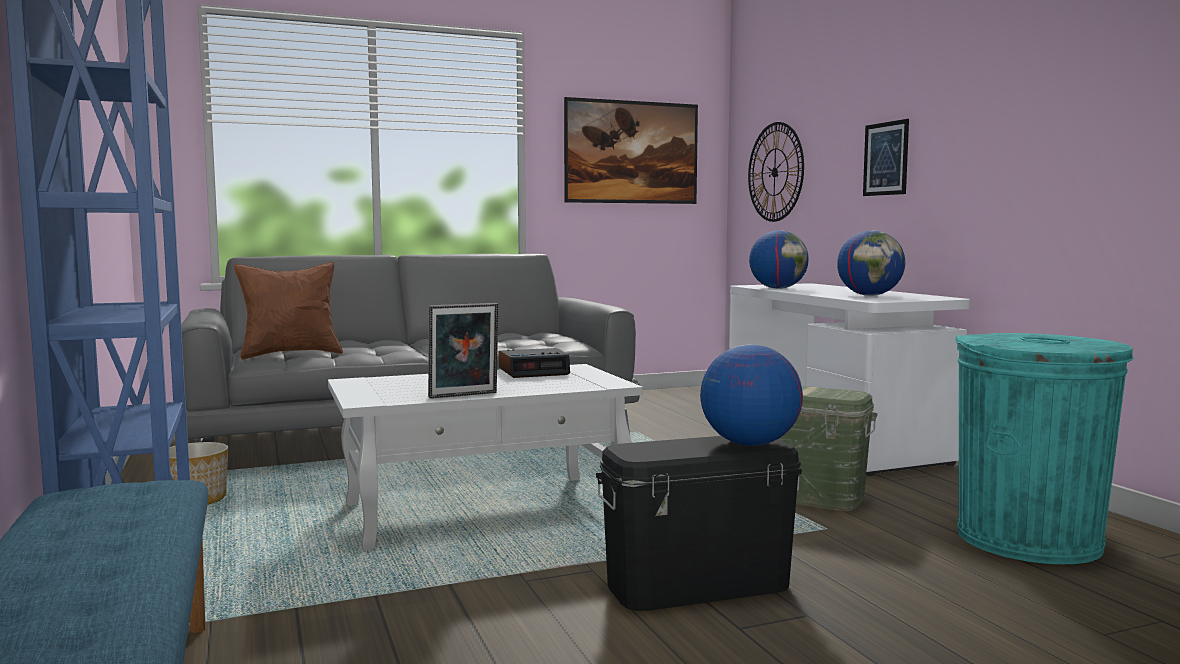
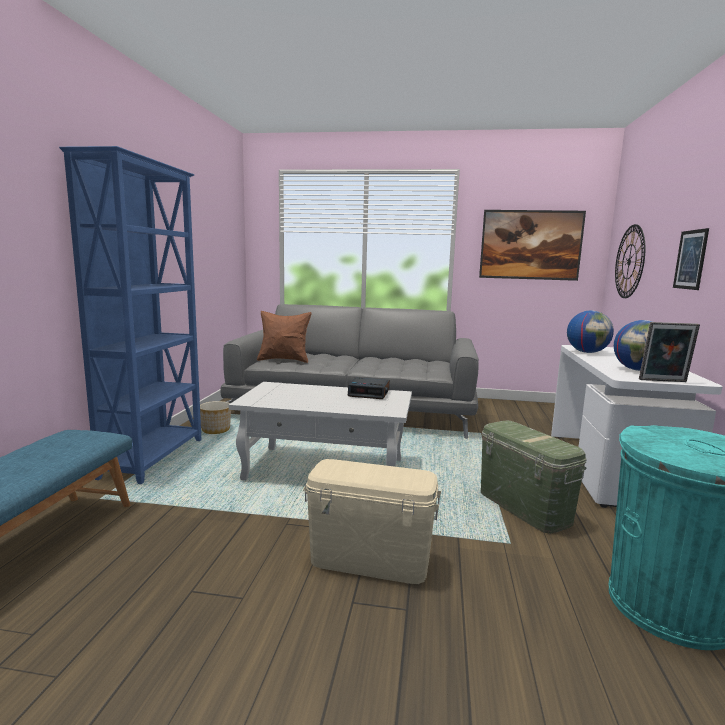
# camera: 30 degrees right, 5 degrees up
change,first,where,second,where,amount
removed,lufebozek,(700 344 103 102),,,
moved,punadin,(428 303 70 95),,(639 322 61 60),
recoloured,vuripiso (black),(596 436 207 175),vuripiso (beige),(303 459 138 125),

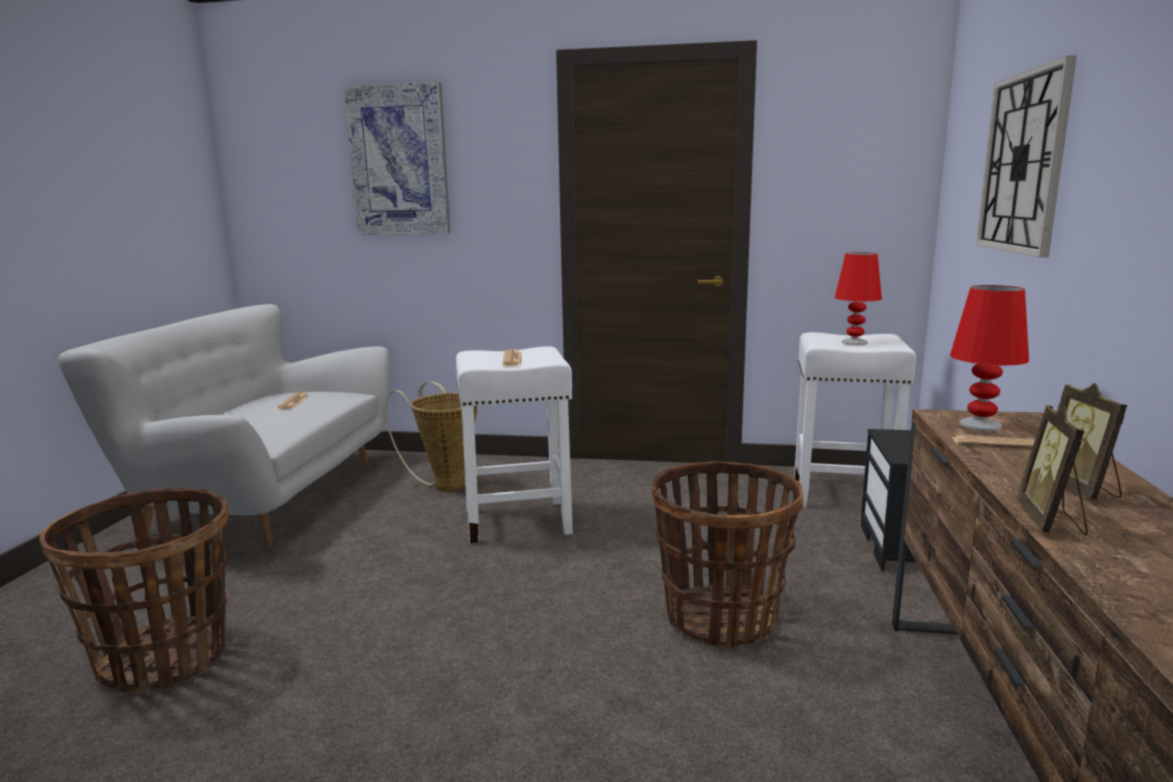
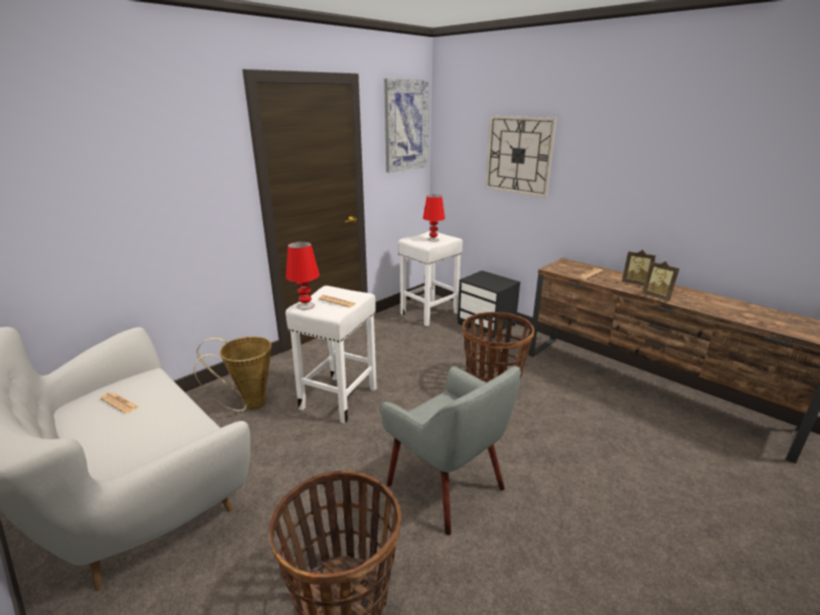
# camera: 55 degrees left, 10 degrees up
change,first,where,second,where,amount
added,,,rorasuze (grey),(381 366 140 169),
moved,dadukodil,(344 82 106 153),,(384 79 45 94),
moved,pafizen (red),(950 285 79 146),,(286 241 33 69),

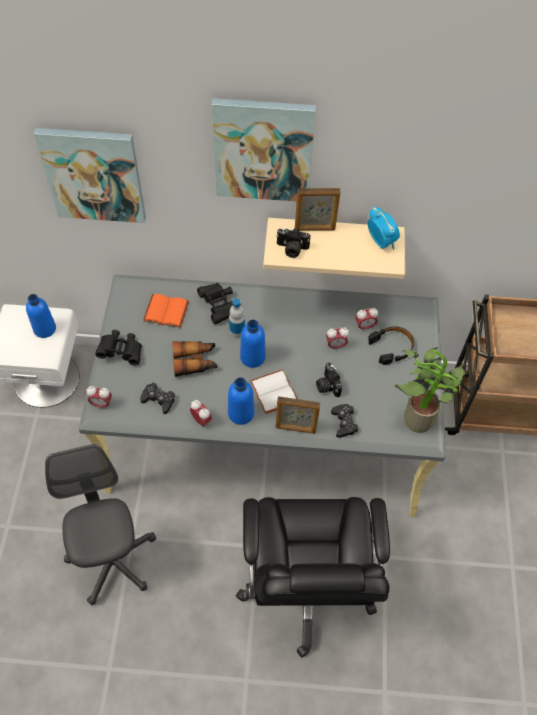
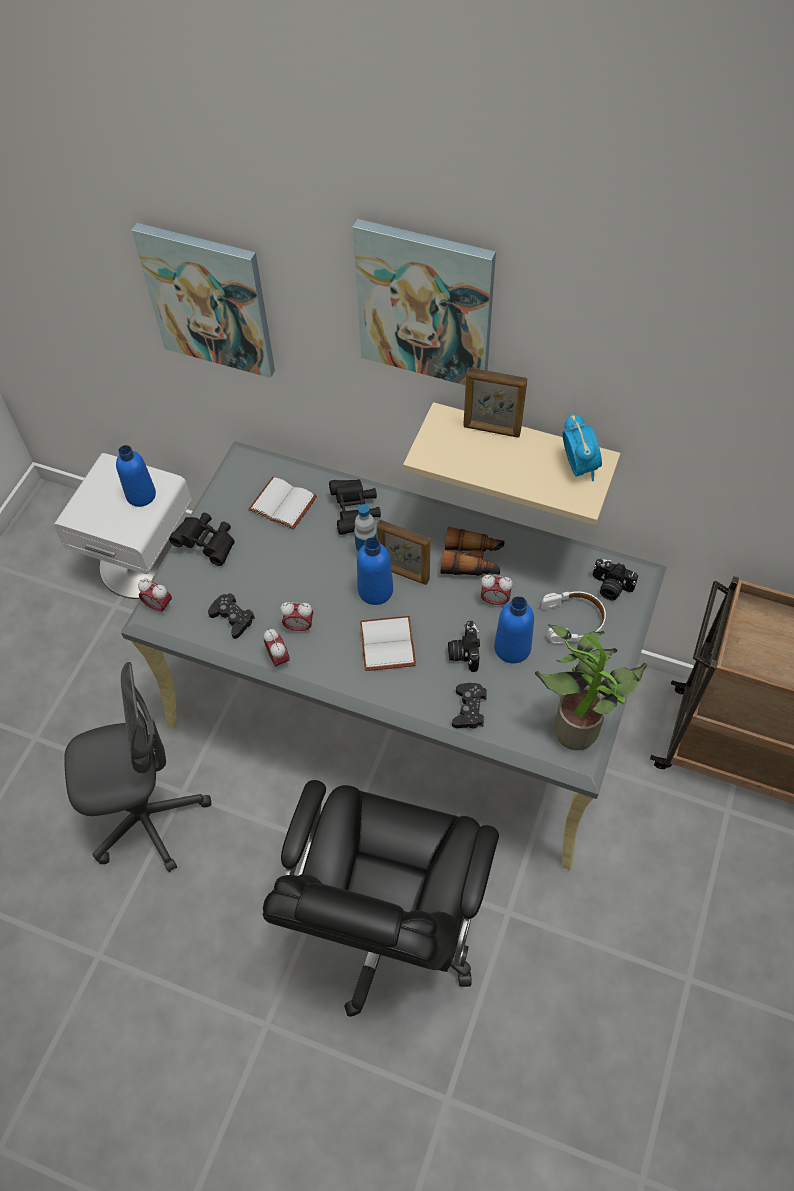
# camera: 20 degrees right, 0 degrees up
change,first,where,second,where,amount
moved,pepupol,(172 341 45 36),,(441 526 64 50),
moved,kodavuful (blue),(228 377 26 48),,(494 596 40 67),
moved,punadin,(275 396 46 38),,(377 519 54 66),
moved,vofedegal,(276 228 34 30),,(593 559 45 41),
moved,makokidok,(355 308 23 23),,(280 602 33 30),
recoloured,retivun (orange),(143 294 46 34),retivun (white),(248 477 69 52),
recoloured,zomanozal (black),(368 326 46 39),zomanozal (white),(541 591 65 53),
turned,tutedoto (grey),(45 444 111 162),,(64 662 147 210),75 degrees clockwise

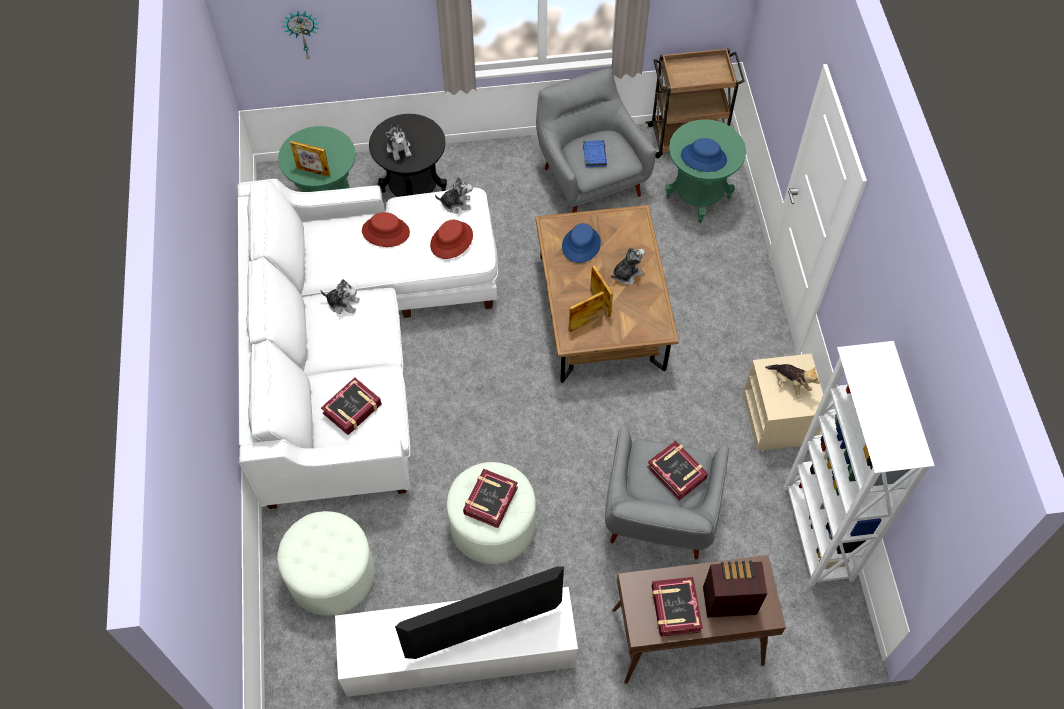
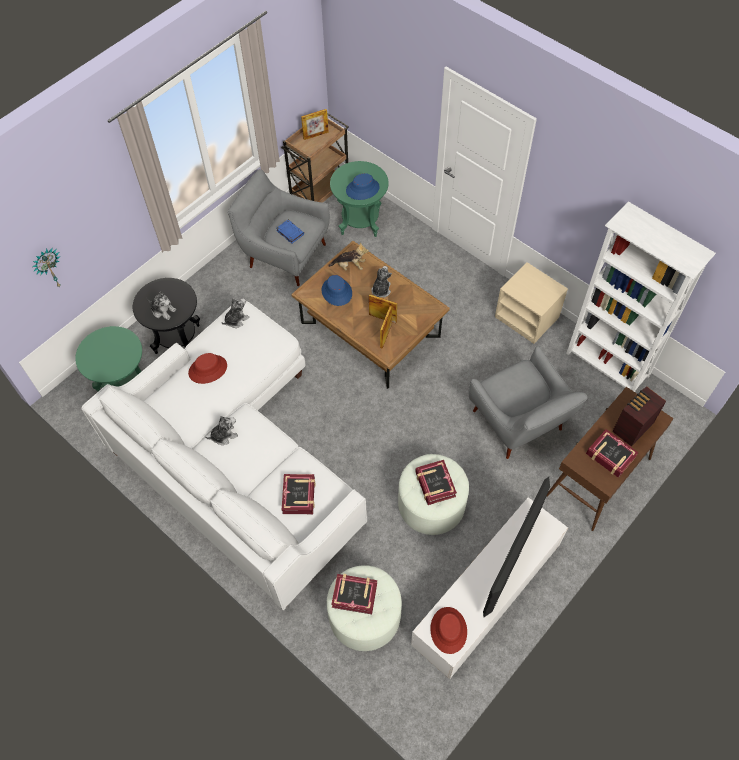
# camera: 40 degrees left, 0 degrees up
change,first,where,second,where,amount
moved,punadin,(290 141 40 36),,(301 109 28 31),
moved,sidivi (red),(430 220 43 39),,(430 607 37 47),
moved,retivun,(647 440 61 61),,(331 574 46 40),
moved,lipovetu,(765 364 55 34),,(328 242 41 28),

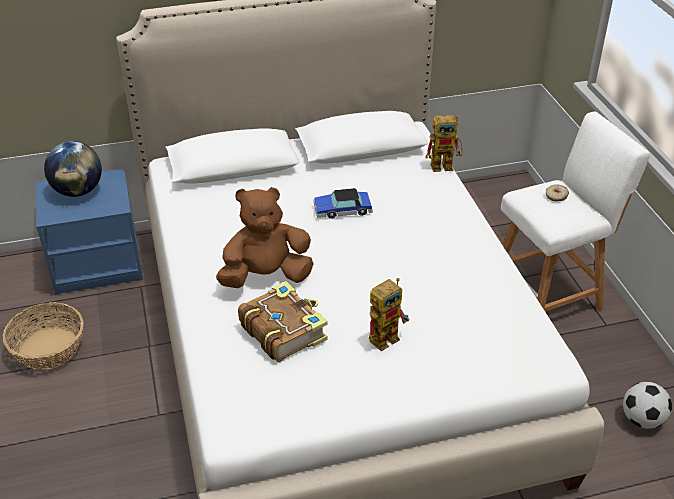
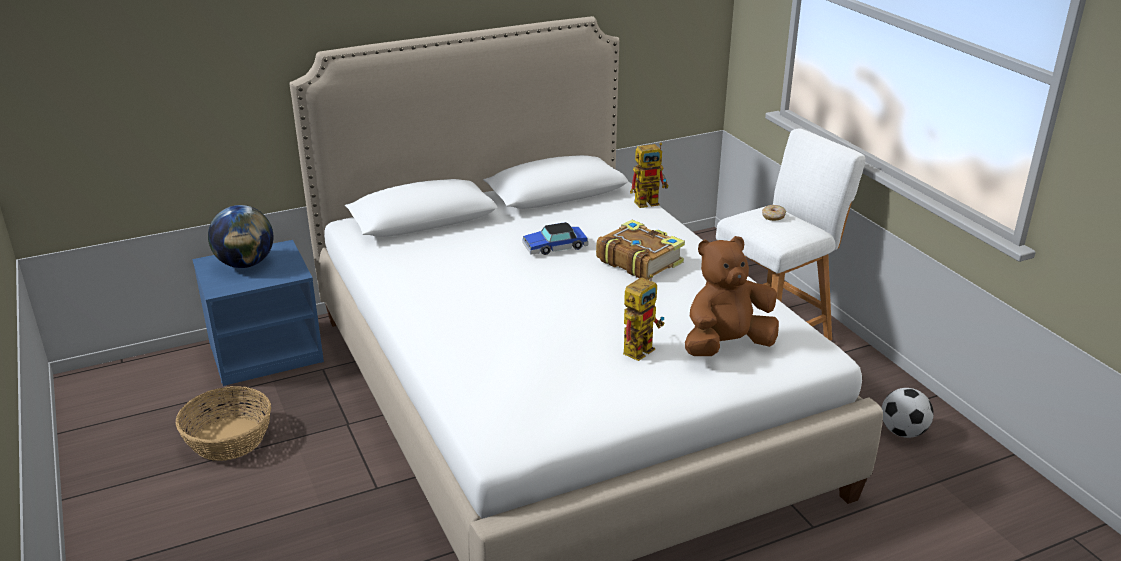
# camera: 10 degrees left, 10 degrees down
change,first,where,second,where,amount
moved,lipovetu (brown),(216 187 98 101),,(685 236 94 120),
moved,retivun,(238 281 90 81),,(596 220 89 60),

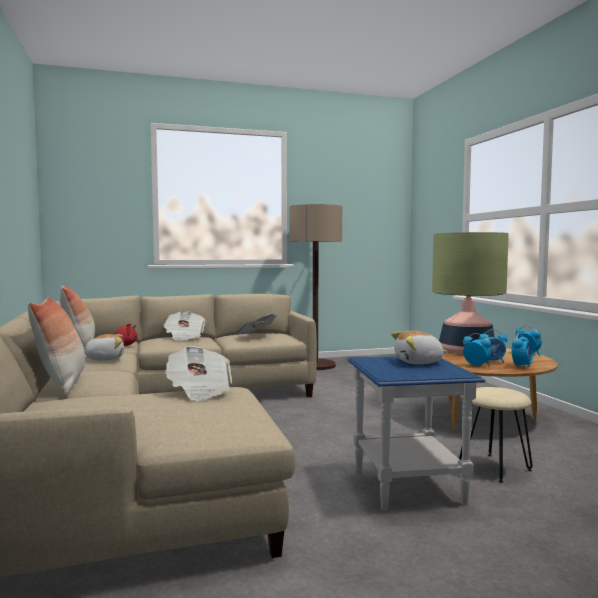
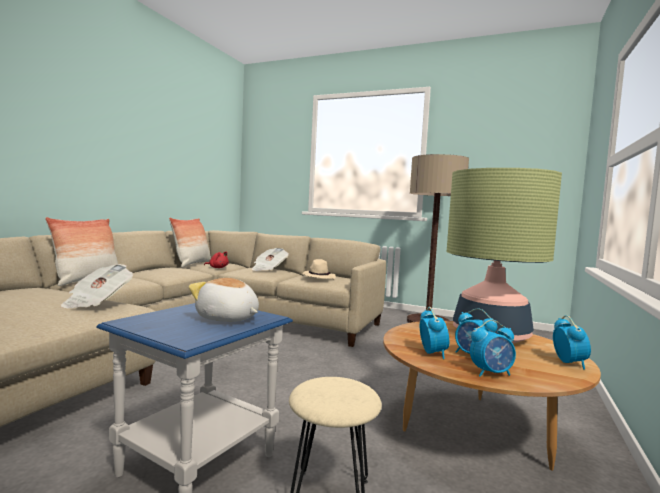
# camera: 40 degrees right, 0 degrees up
change,first,where,second,where,amount
removed,lipovetu,(84 334 40 27),,,
replaced,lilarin,(235 314 42 21),sidivi (beige),(302 259 34 20),

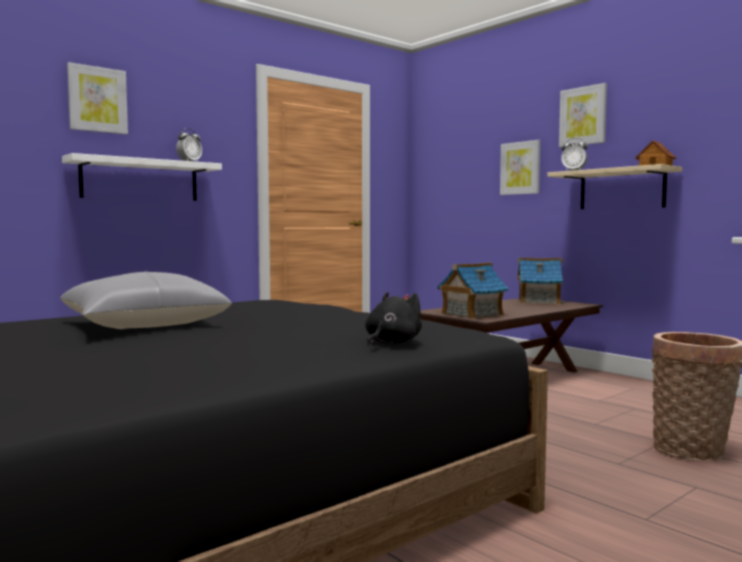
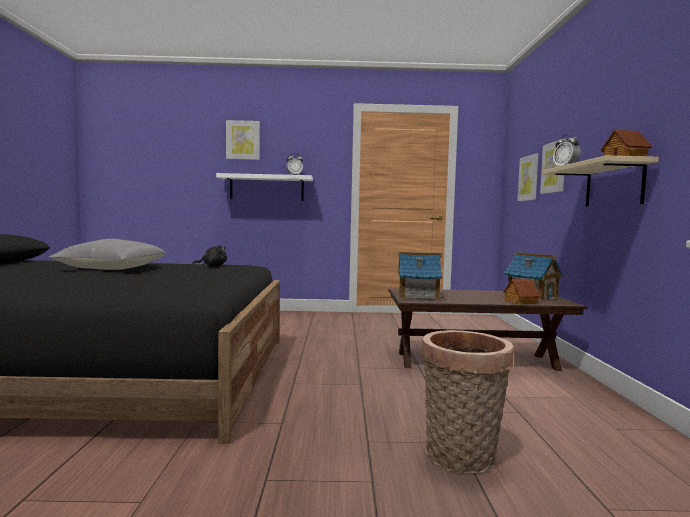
# camera: 40 degrees right, 0 degrees up
change,first,where,second,where,amount
added,,,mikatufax,(503 279 38 25),
moved,lipovetu (black),(365 292 57 54),,(192 245 35 22),
moved,dadukodil,(559 83 48 64),,(518 154 20 47),

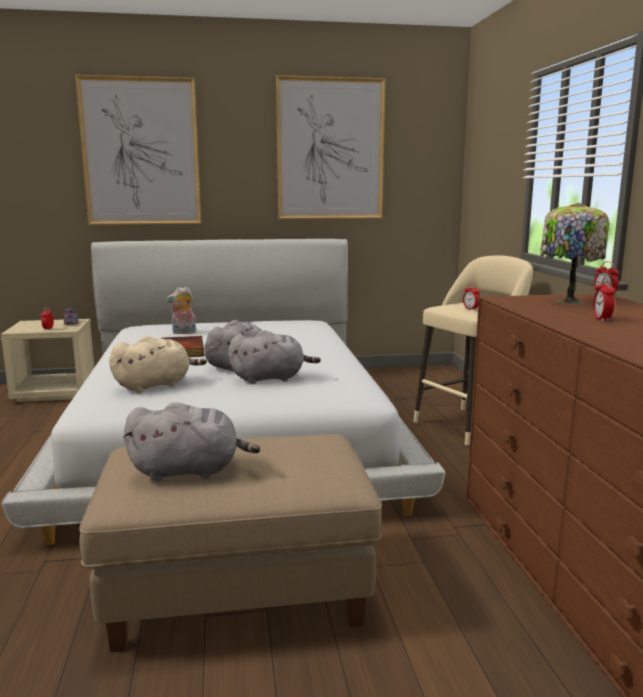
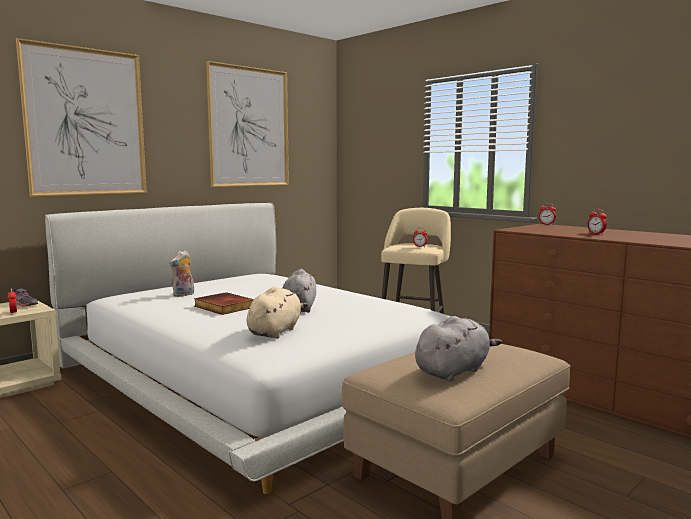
# camera: 35 degrees left, 5 degrees down
change,first,where,second,where,amount
removed,lipovetu (grey),(228 330 93 54),,,
removed,pafizen,(540 203 69 102),,,

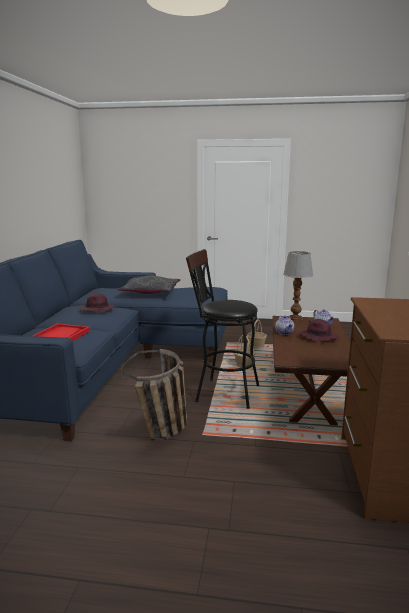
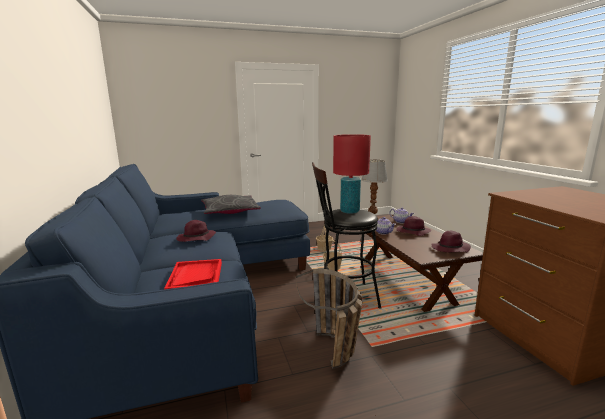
# camera: 25 degrees left, 0 degrees up
change,first,where,second,where,amount
added,,,pafizen (red),(333 134 38 80),
added,,,sidivi (purple),(431 231 40 21),

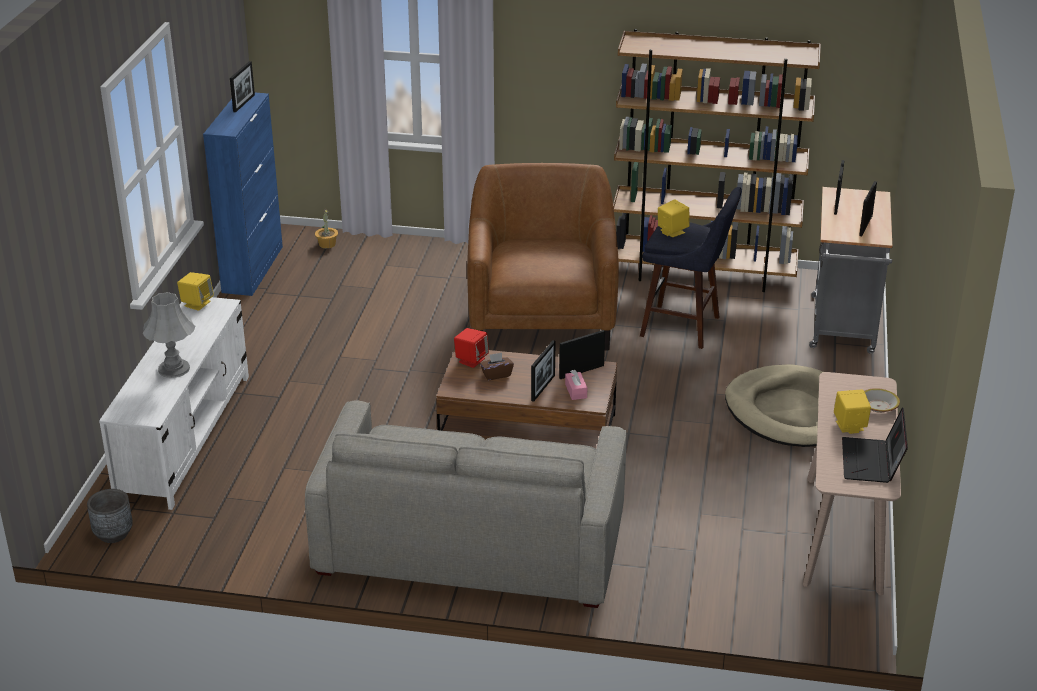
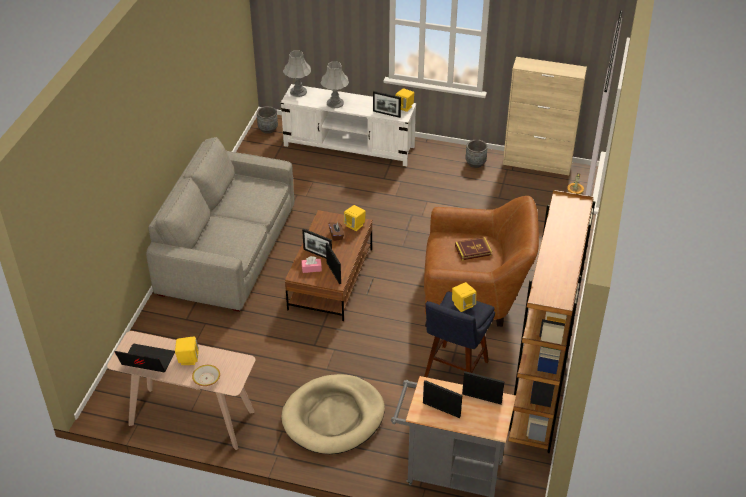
# camera: 95 degrees right, 10 degrees up
change,first,where,second,where,amount
added,,,pafizen (grey),(283 50 28 47),
added,,,retivun,(455 237 37 23),
added,,,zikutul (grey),(466 140 22 28),
moved,punadin,(230 61 25 51),,(373 91 28 27),
recoloured,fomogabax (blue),(203 93 80 203),fomogabax (beige),(503 57 84 118),
recoloured,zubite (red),(454 328 35 40),zubite (yellow),(344 205 22 26),

